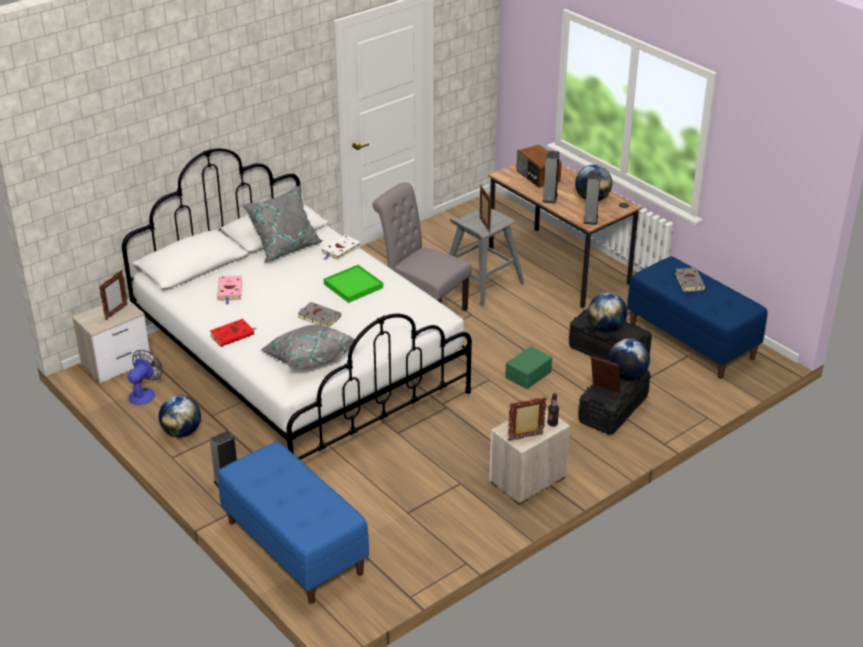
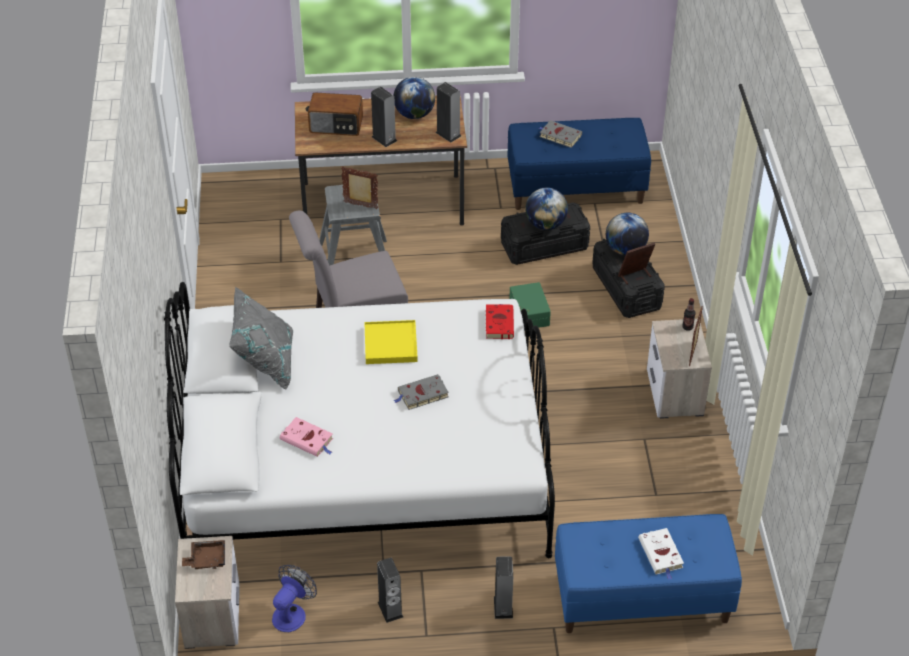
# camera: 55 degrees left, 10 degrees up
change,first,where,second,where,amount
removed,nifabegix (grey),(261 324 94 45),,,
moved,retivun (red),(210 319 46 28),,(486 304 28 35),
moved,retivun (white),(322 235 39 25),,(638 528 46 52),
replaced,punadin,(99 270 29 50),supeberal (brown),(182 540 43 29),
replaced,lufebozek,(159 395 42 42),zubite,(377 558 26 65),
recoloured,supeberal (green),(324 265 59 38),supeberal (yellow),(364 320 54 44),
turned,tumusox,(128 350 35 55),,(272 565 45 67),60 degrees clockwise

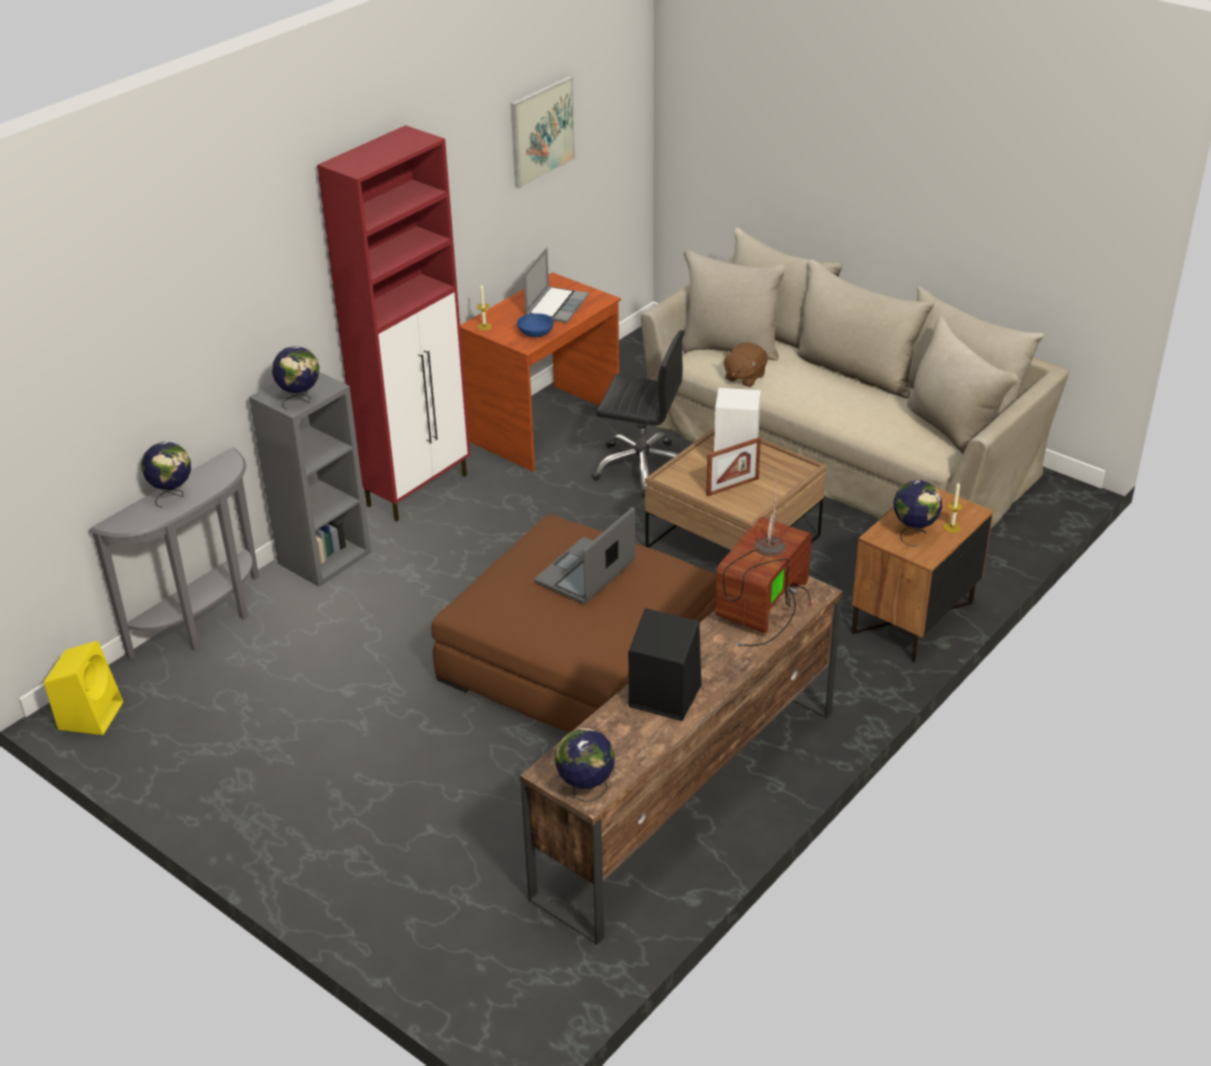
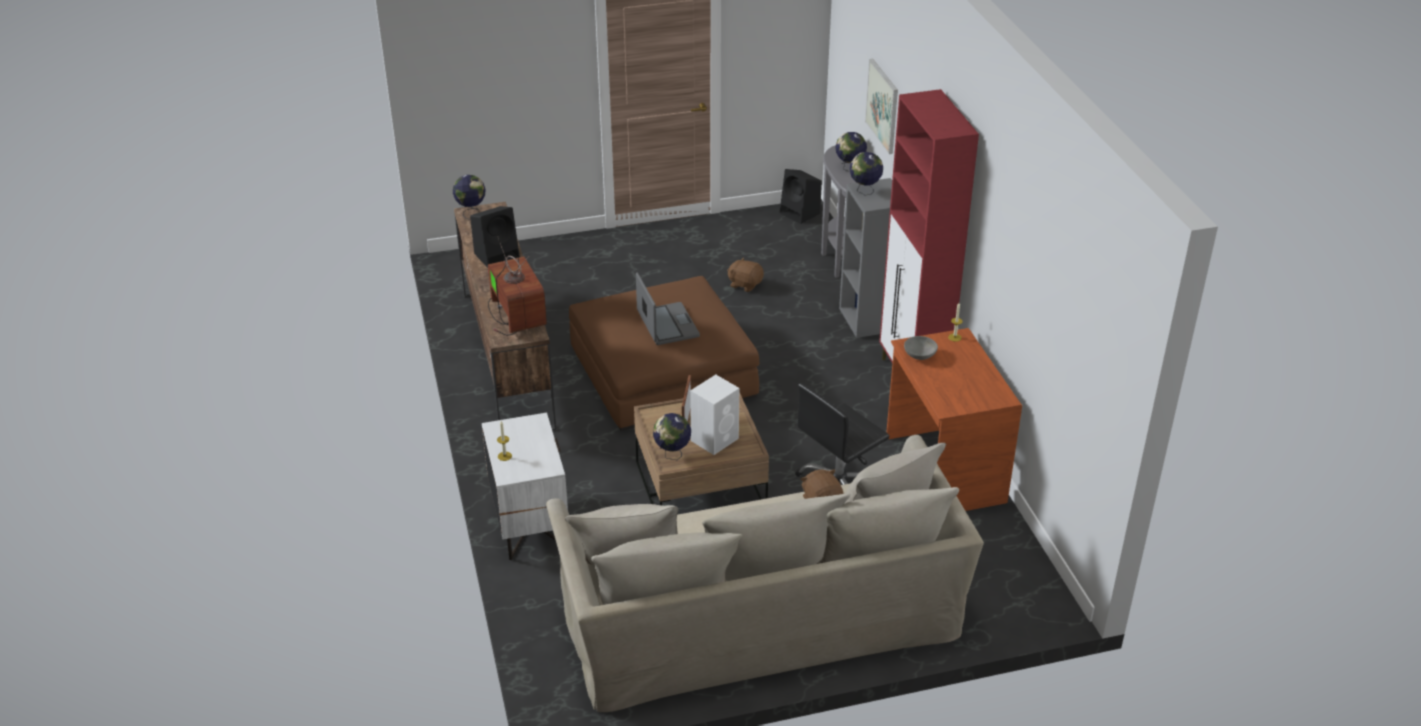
# camera: 125 degrees right, 0 degrees up
change,first,where,second,where,amount
removed,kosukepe,(524 247 65 76),,,
added,,,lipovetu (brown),(727 257 37 35),
moved,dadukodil,(511 76 64 112),,(865 59 33 95),
moved,lufebozek,(893 480 49 67),,(653 413 38 47),
recoloured,zubite (yellow),(44 641 79 94),zubite (black),(780 169 42 55),
recoloured,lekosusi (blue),(517 313 37 24),lekosusi (grey),(904 336 34 24),
recoloured,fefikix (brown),(852 487 141 176),fefikix (white),(482 412 86 148),

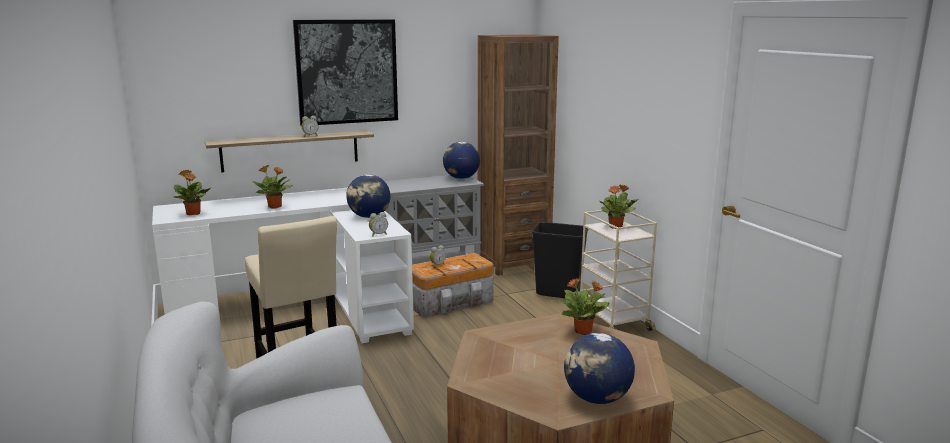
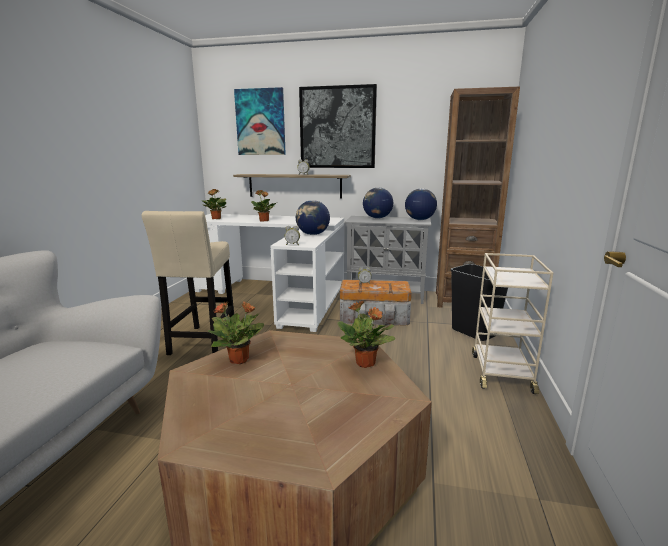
# camera: 35 degrees right, 0 degrees up
change,first,where,second,where,amount
added,,,dadukodil,(234 87 52 68),
moved,lufebozek,(564 333 71 71),,(363 187 30 32),
moved,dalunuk,(598 185 41 44),,(208 301 56 63),

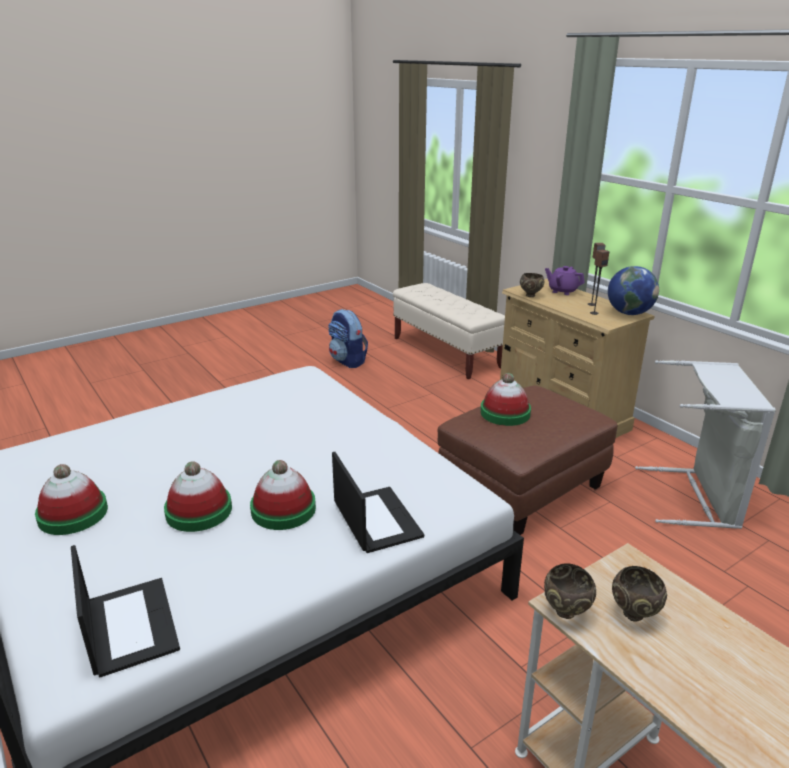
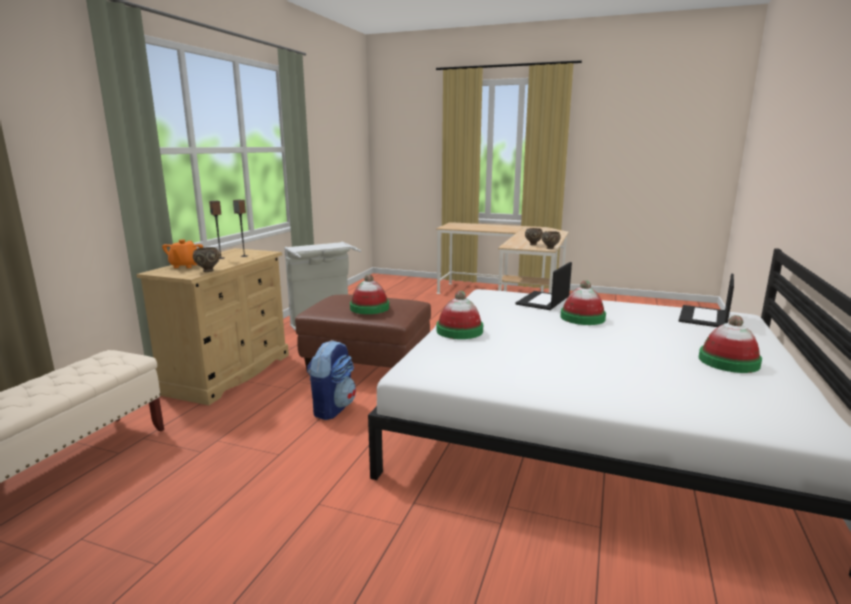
# camera: 125 degrees left, 10 degrees down
change,first,where,second,where,amount
removed,lufebozek,(608 266 51 49),,,
moved,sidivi,(164 461 68 71),,(436 291 47 48),
moved,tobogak,(328 309 40 59),,(307 340 49 80),
recoloured,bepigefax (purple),(545 266 40 29),bepigefax (orange),(162 239 41 29),

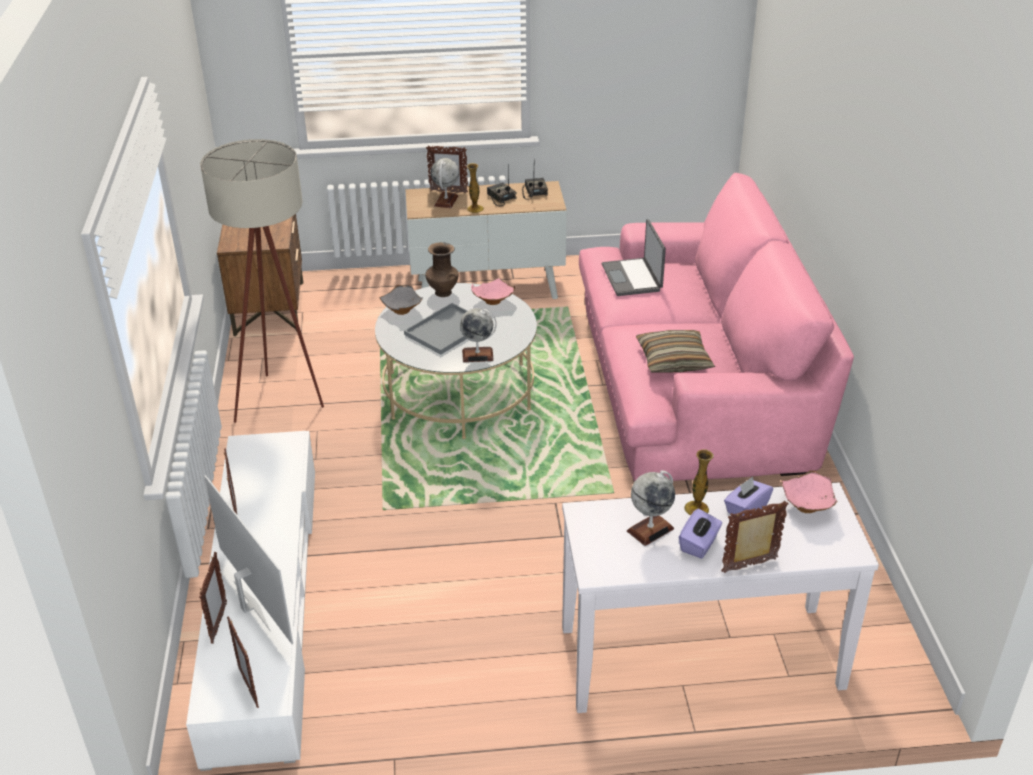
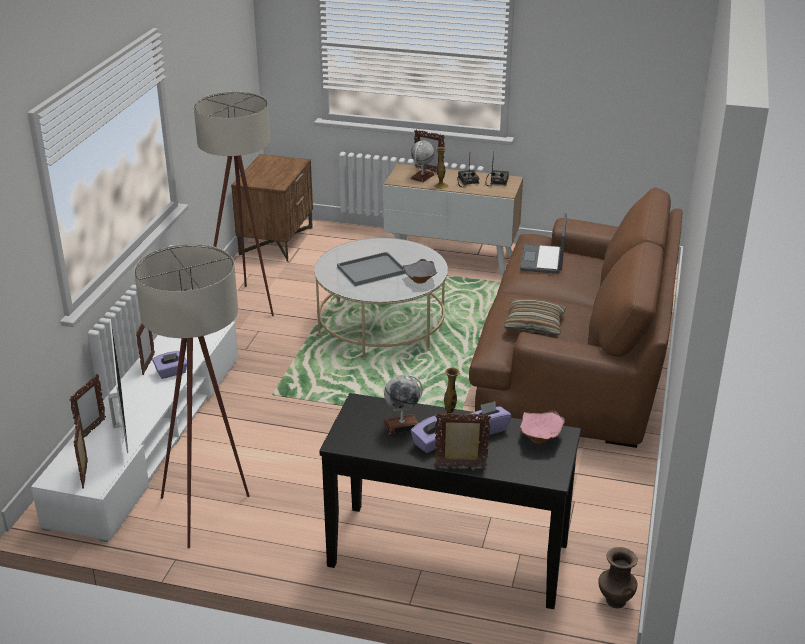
# camera: 20 degrees right, 5 degrees down
change,first,where,second,where,amount
removed,lufebozek,(460 308 36 54),,,
removed,lekosusi (pink),(471 278 44 27),,,
added,,,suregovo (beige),(134 244 115 305),
added,,,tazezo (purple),(152 351 35 28),
moved,lekosusi (grey),(379 285 43 30),,(403 259 34 25),
moved,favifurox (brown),(425 242 34 55),,(598 547 40 61),
recoloured,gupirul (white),(562 482 317 231),gupirul (black),(319 393 262 216),
recoloured,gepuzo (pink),(579 173 275 309),gepuzo (brown),(469 187 214 261),

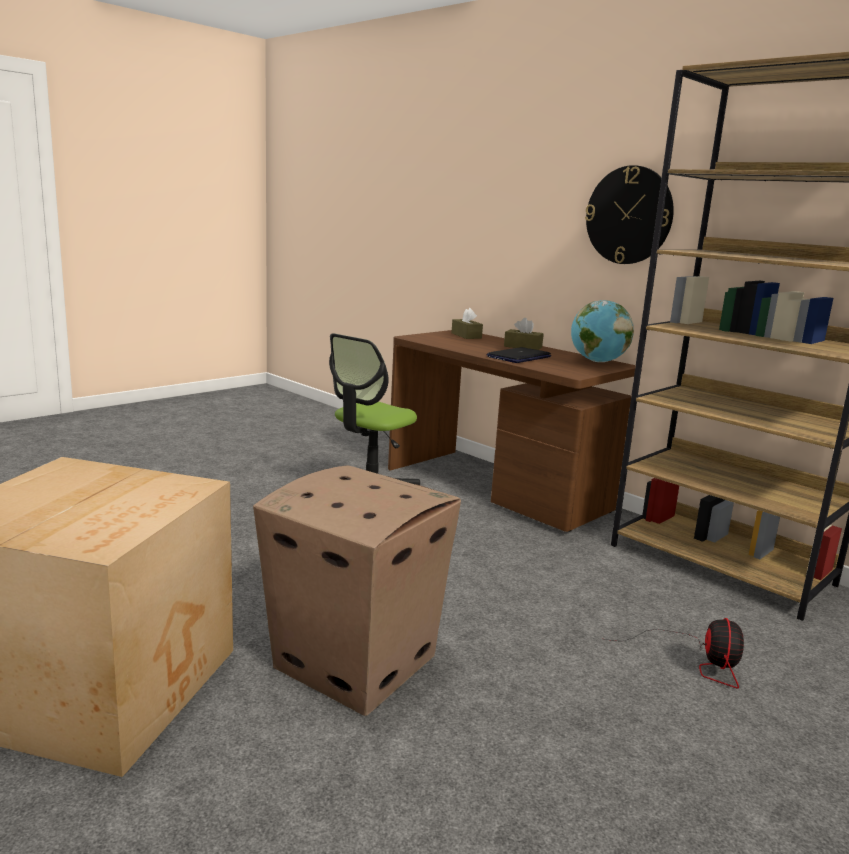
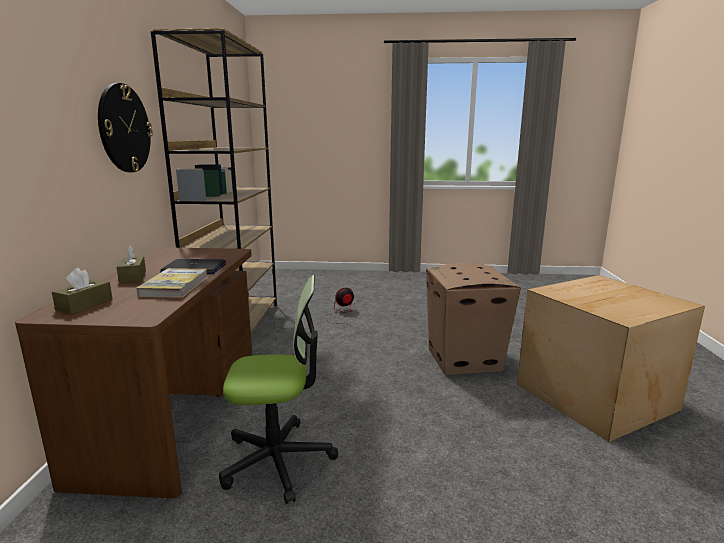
# camera: 130 degrees left, 0 degrees up
change,first,where,second,where,amount
removed,lufebozek,(571 300 63 62),,,
added,,,retivun,(136 268 72 30),

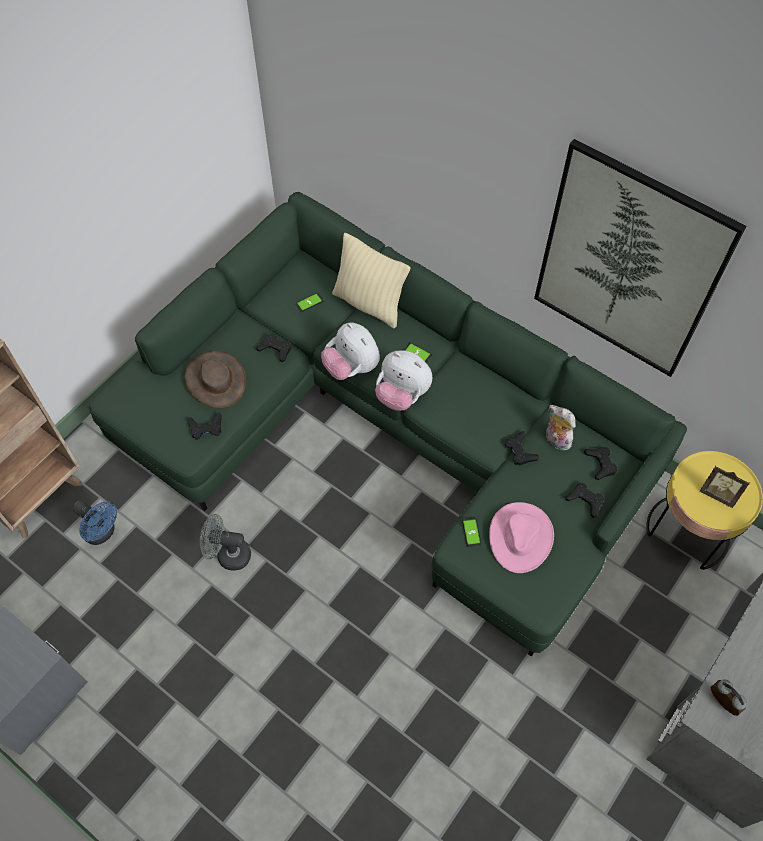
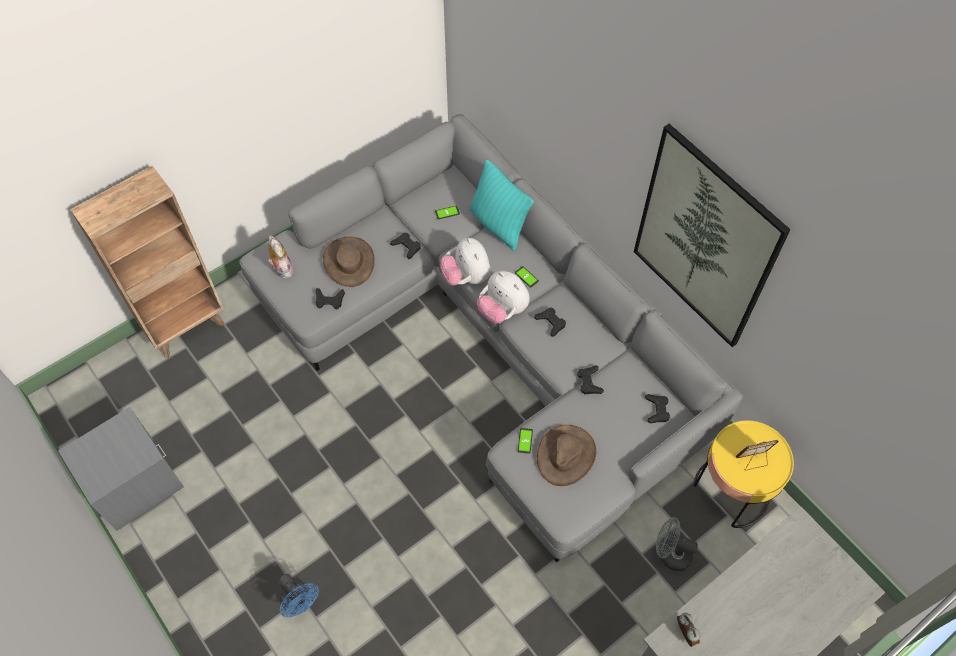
# camera: 15 degrees right, 0 degrees up
change,first,where,second,where,amount
moved,tumusox (blue),(73 500 44 45),,(278 574 41 43),
moved,tumusox (grey),(200 514 51 57),,(656 517 42 54),
moved,lipovetu,(546 405 30 46),,(268 235 25 43),
moved,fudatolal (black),(565 483 39 35),,(534 307 32 30),
recoloured,gepuzo (green),(88 192 599 464),gepuzo (grey),(240 114 503 448),
recoloured,nifabegix (beige),(332 233 78 95),nifabegix (turquoise),(469 159 65 92),
recoloured,sidivi (pink),(489 502 65 71),sidivi (brown),(537 425 59 61),
turned,punadin,(700 466 50 42),,(736 440 43 30),120 degrees clockwise

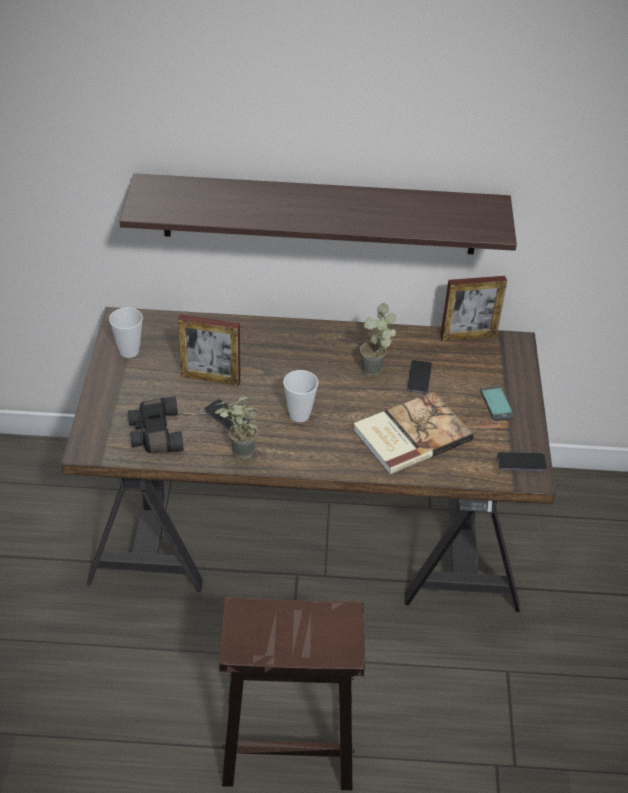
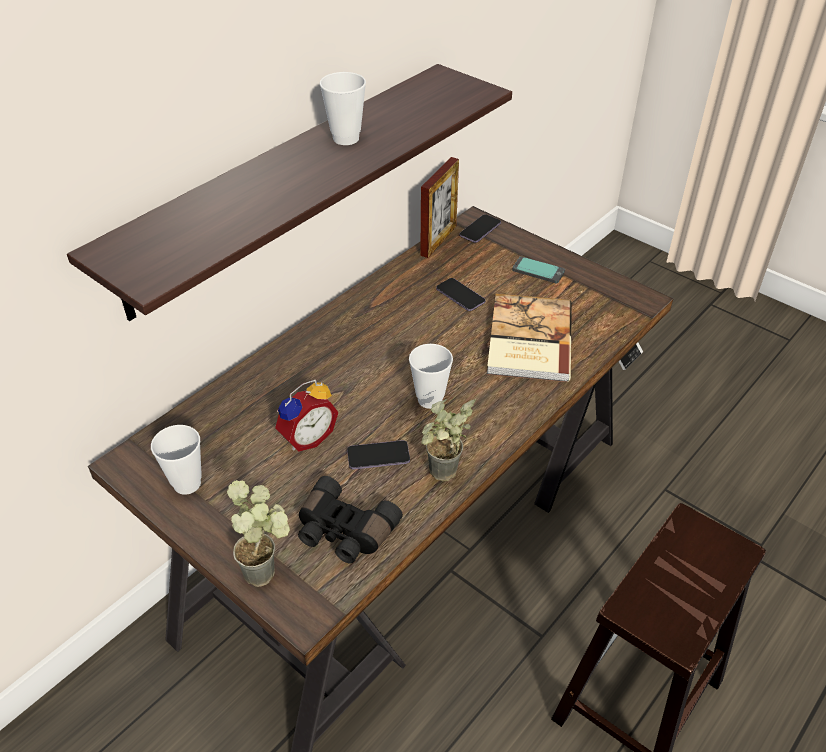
# camera: 50 degrees left, 0 degrees up
change,first,where,second,where,amount
added,,,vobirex,(320 72 46 73),
moved,dalunuk,(360 303 36 74),,(227 480 63 107),
moved,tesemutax,(497 452 50 19),,(459 214 42 29),
replaced,punadin,(178 314 63 72),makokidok,(275 380 63 72),

